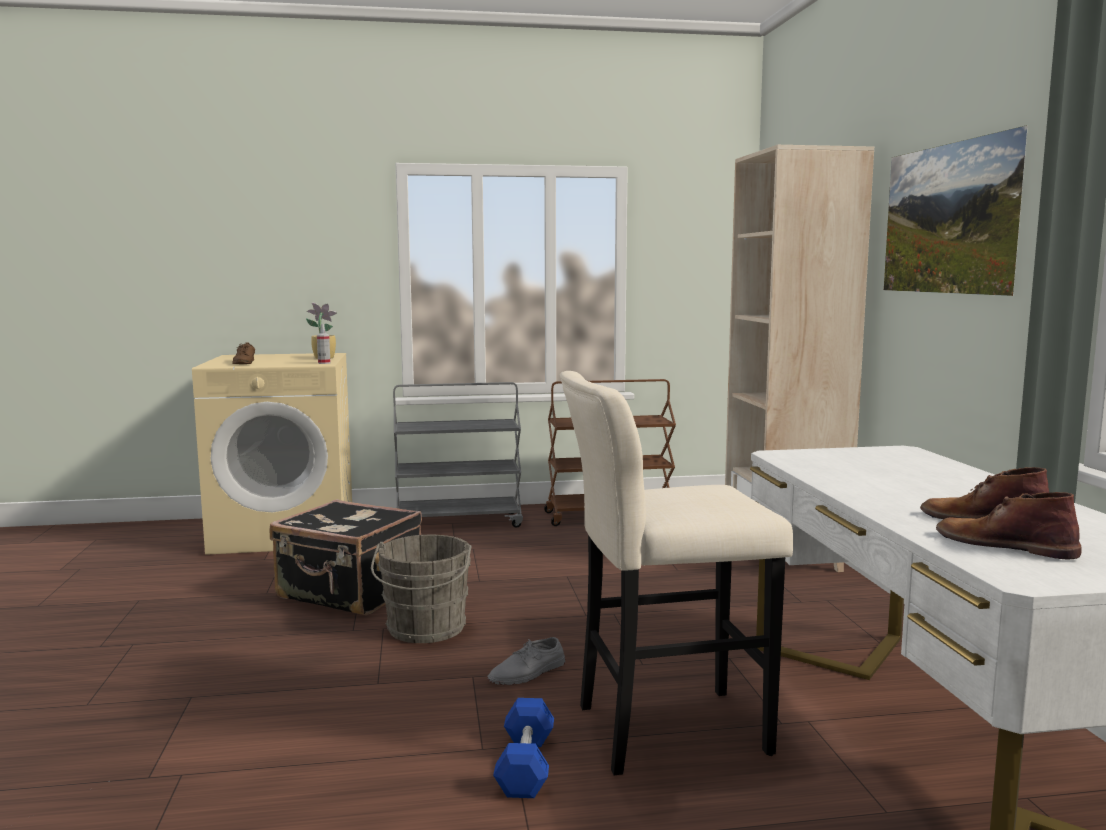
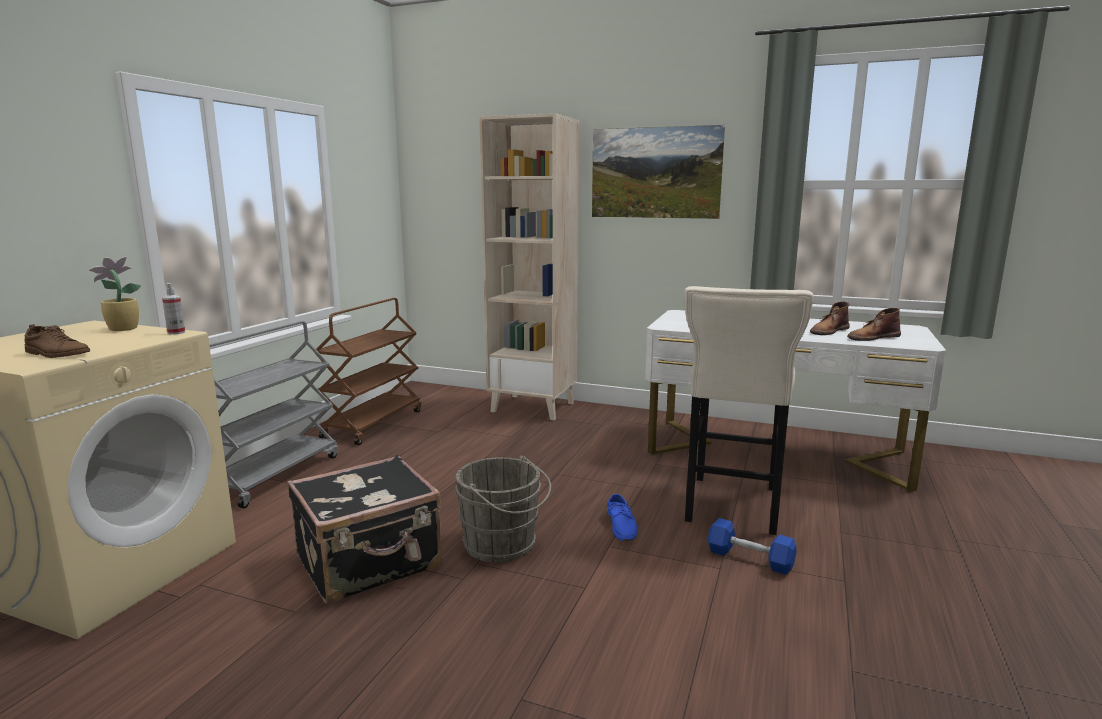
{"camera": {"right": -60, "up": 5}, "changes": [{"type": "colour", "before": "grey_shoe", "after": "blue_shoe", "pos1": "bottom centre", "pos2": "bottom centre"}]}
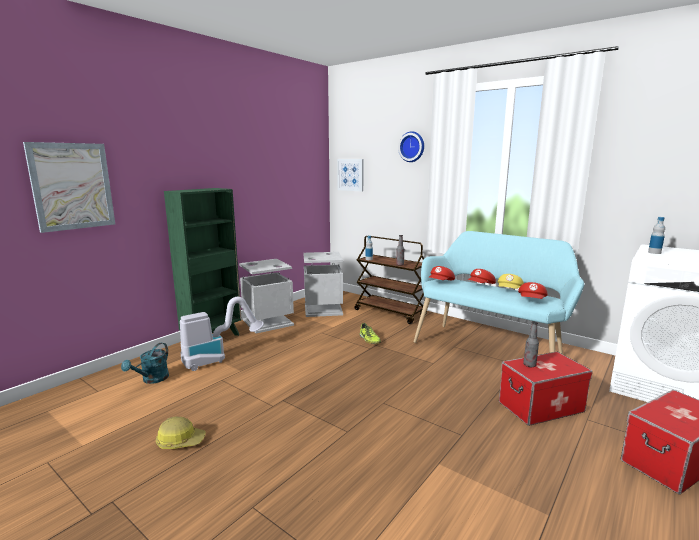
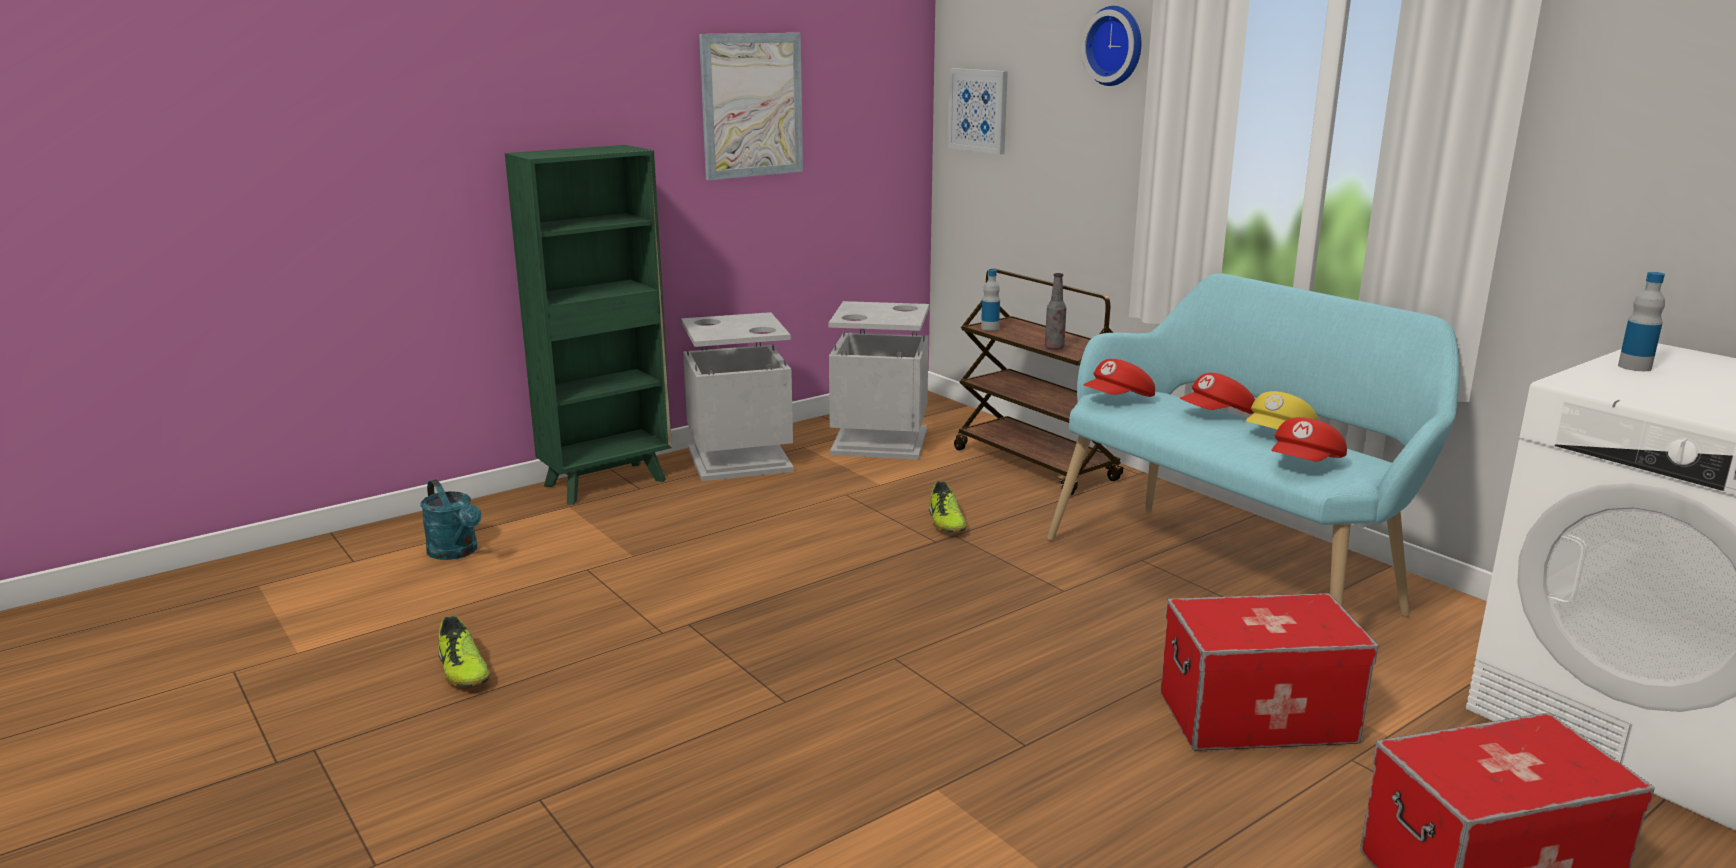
{"camera": {"right": 15, "up": 5}, "changes": [{"type": "relocated", "before": "picture (no. 1 from left)", "pos1": "middle left", "pos2": "top centre"}, {"type": "missing", "before": "vacuum_cleaner", "pos1": "middle left"}, {"type": "missing", "before": "bottle (no. 3 from left)", "pos1": "middle right"}, {"type": "spun", "before": "turquoise_watering_can", "pos1": "bottom left", "pos2": "middle left", "turn": -75}, {"type": "exchanged", "before": "hard_hat", "after": "shoe (no. 1 from left)", "pos1": "bottom left", "pos2": "bottom left"}]}
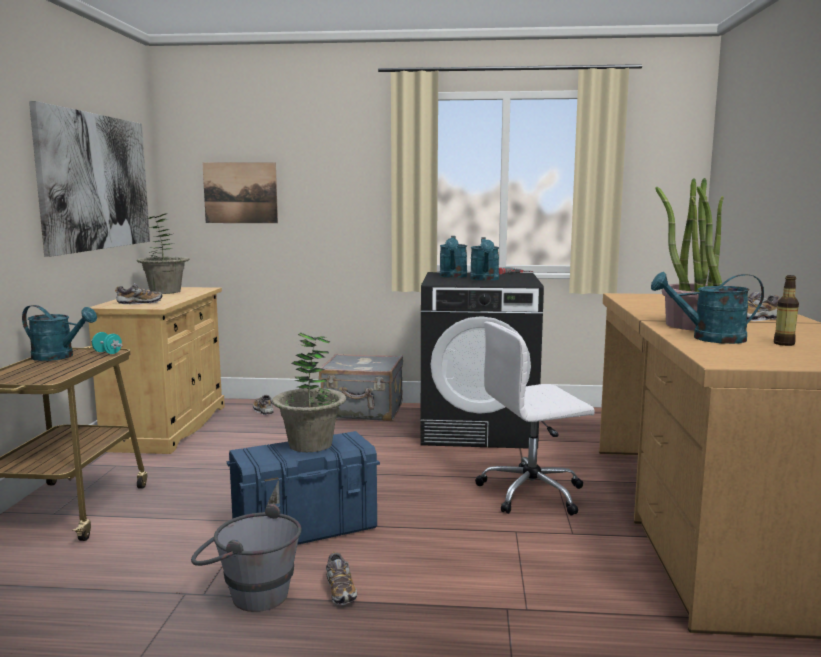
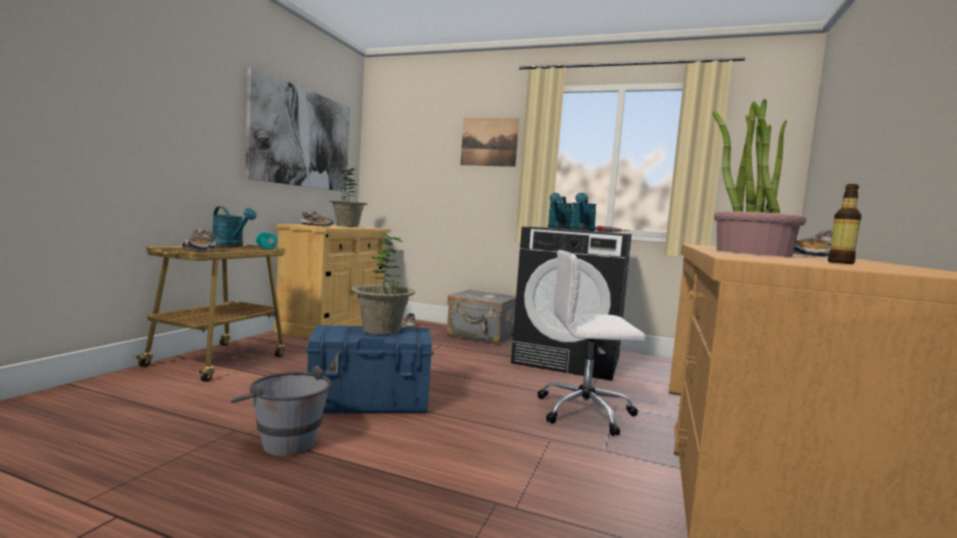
{"camera": {"right": 15, "up": -5}, "changes": [{"type": "relocated", "before": "picture (no. 2 from left)", "pos1": "top left", "pos2": "top centre"}, {"type": "missing", "before": "turquoise_watering_can (no. 4 from left)", "pos1": "middle right"}, {"type": "relocated", "before": "shoe (no. 3 from left in the first image)", "after": "shoe (no. 1 from left)", "pos1": "bottom centre", "pos2": "middle left"}]}
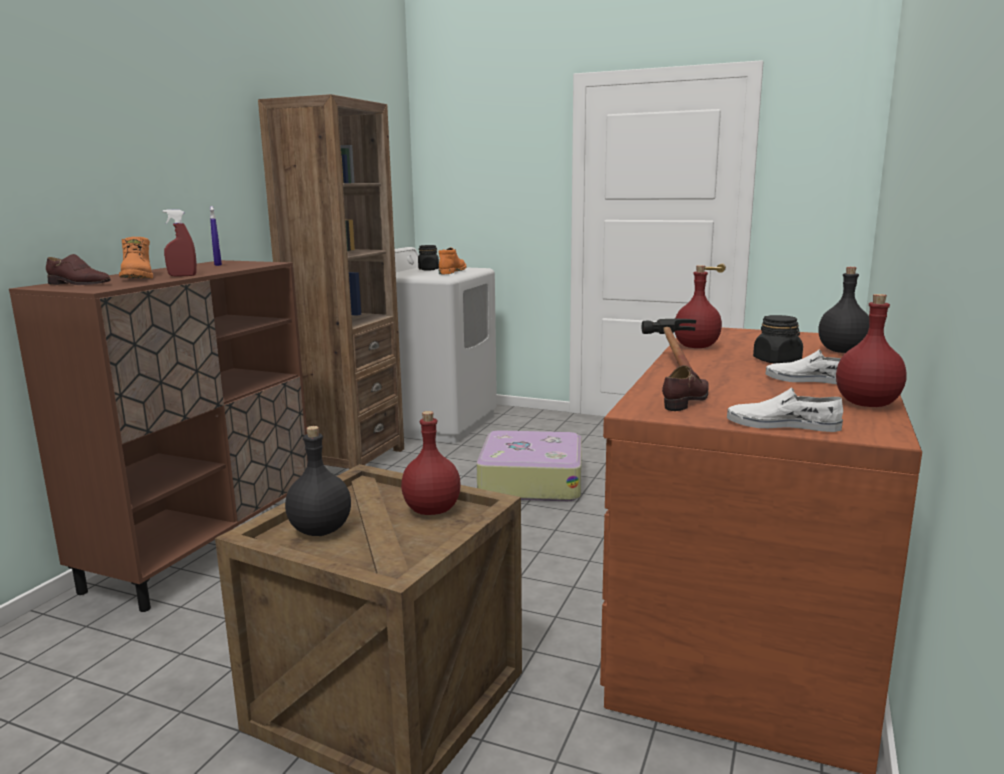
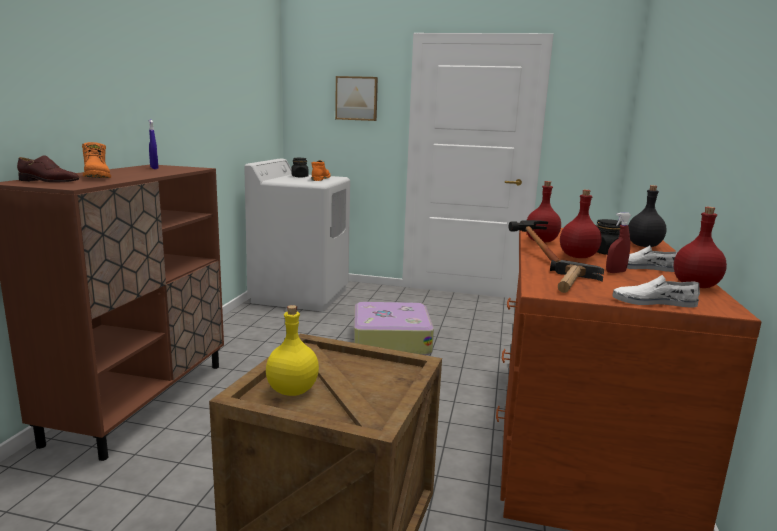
{"camera": {"right": -10, "up": 0}, "changes": [{"type": "missing", "before": "brown_bookcase", "pos1": "middle left"}, {"type": "relocated", "before": "red_spray_bottle", "pos1": "top left", "pos2": "middle right"}, {"type": "exchanged", "before": "brown_shoe (no. 2 from left)", "after": "hammer (no. 2 from left)", "pos1": "middle right", "pos2": "middle right"}, {"type": "relocated", "before": "red_bottle (no. 1 from left in the first image)", "after": "red_bottle (no. 2 from left)", "pos1": "centre", "pos2": "middle right"}, {"type": "colour", "before": "black_bottle (no. 1 from left)", "after": "yellow_bottle", "pos1": "middle left", "pos2": "centre"}, {"type": "appeared", "after": "picture", "pos2": "top centre"}]}
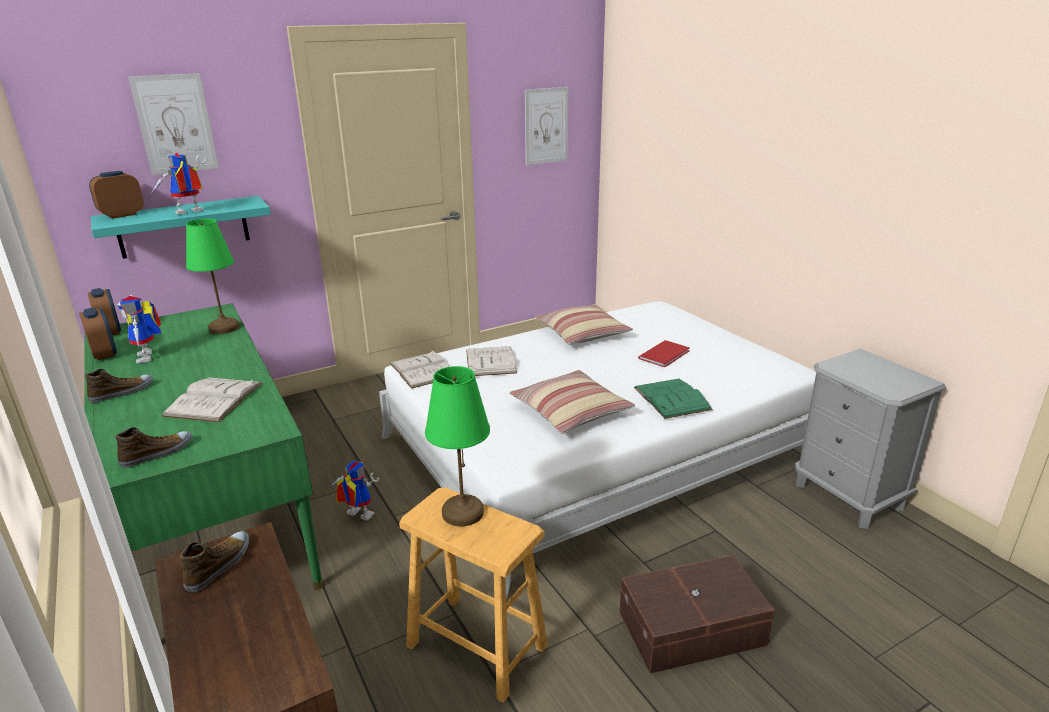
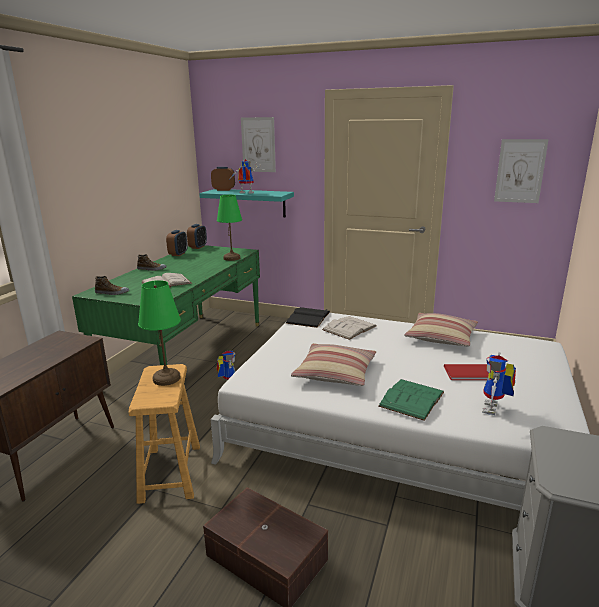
{"camera": {"right": 50, "up": -5}, "changes": [{"type": "relocated", "before": "toy_robot (no. 1 from left in the first image)", "after": "toy_robot (no. 3 from left)", "pos1": "middle left", "pos2": "middle right"}, {"type": "colour", "before": "white_book (no. 2 from left)", "after": "black_book", "pos1": "centre", "pos2": "centre"}, {"type": "missing", "before": "shoe (no. 3 from left)", "pos1": "bottom left"}]}
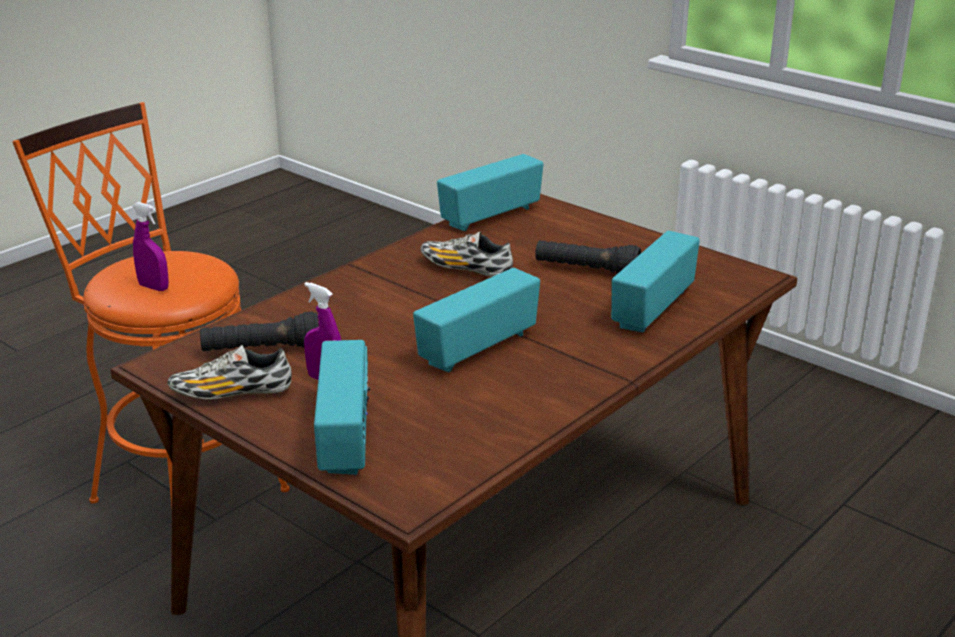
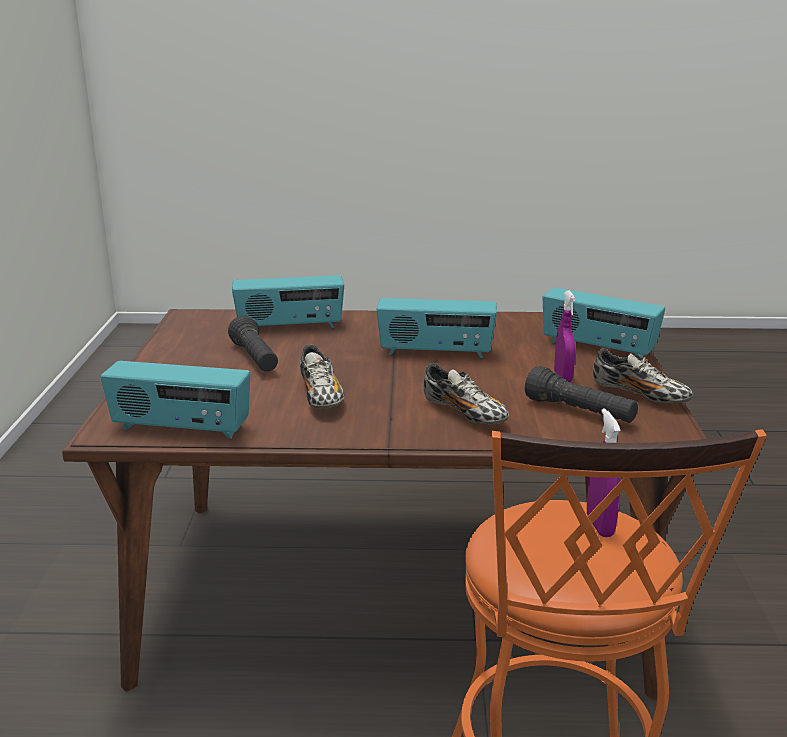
{"camera": {"right": -130, "up": -5}, "changes": [{"type": "spun", "before": "radio (no. 1 from left in the first image)", "pos1": "centre", "pos2": "middle right", "turn": -105}, {"type": "appeared", "after": "shoe (no. 2 from left)", "pos2": "centre"}]}
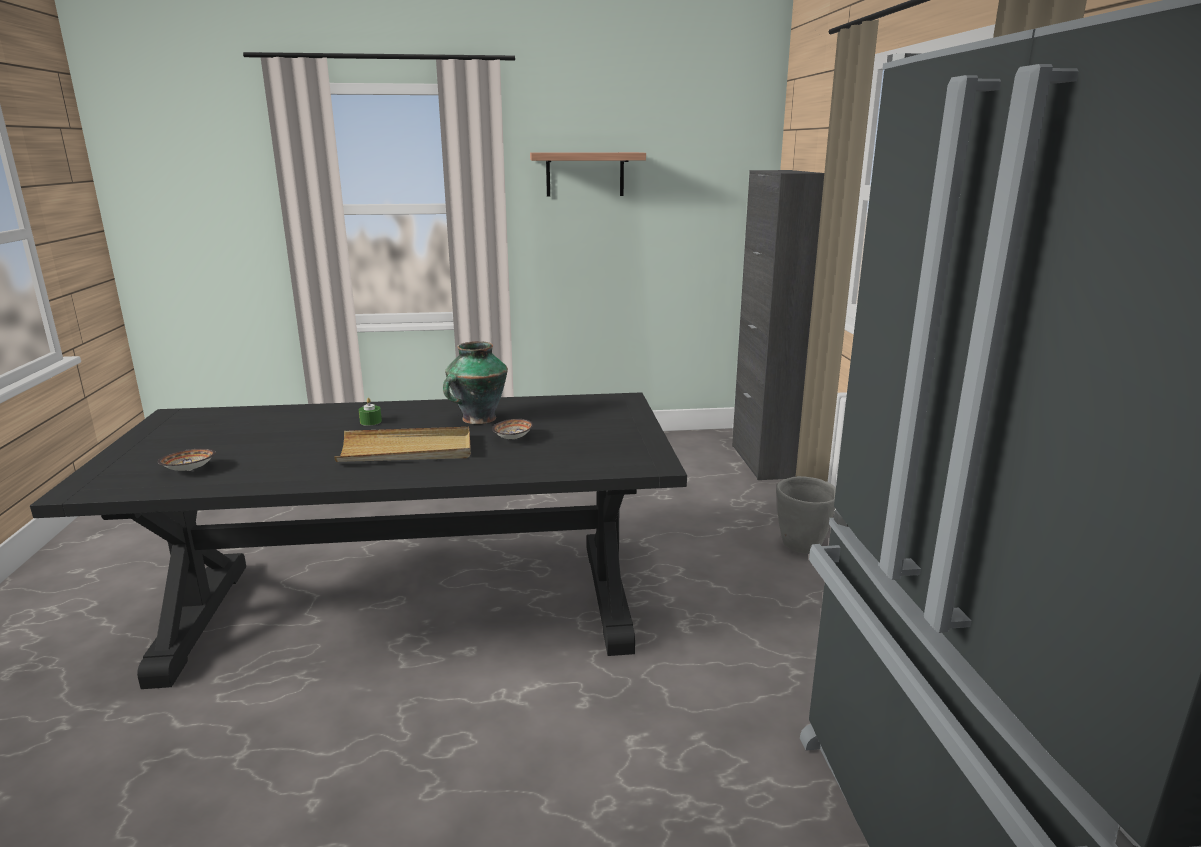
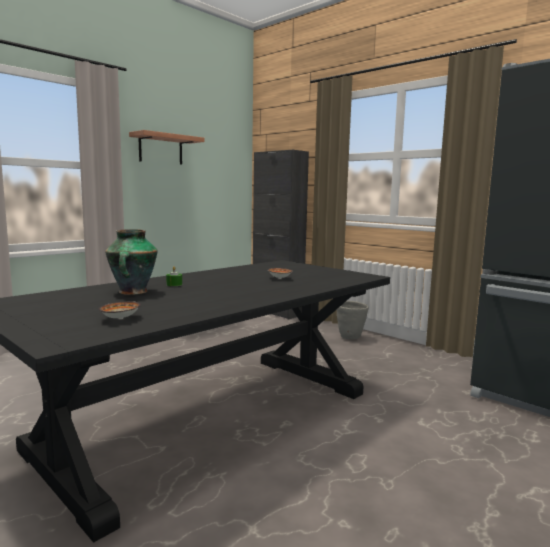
{"camera": {"right": -40, "up": -10}, "changes": [{"type": "relocated", "before": "vase", "pos1": "centre", "pos2": "middle left"}, {"type": "missing", "before": "beige_tray", "pos1": "centre"}]}
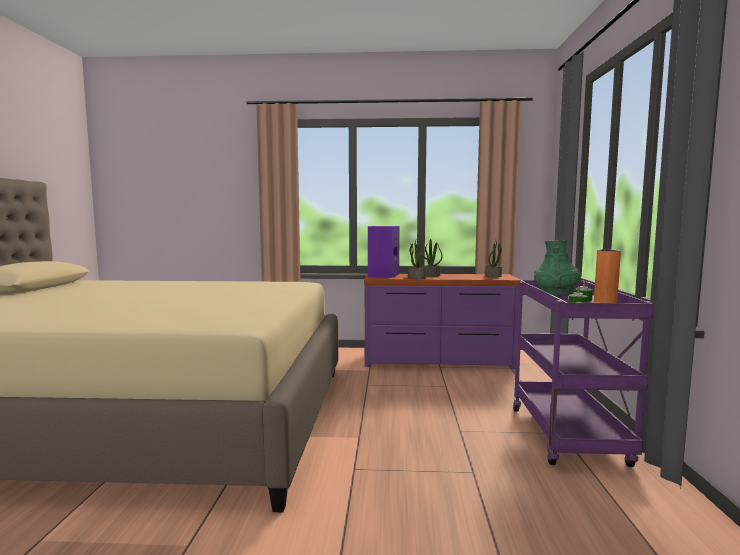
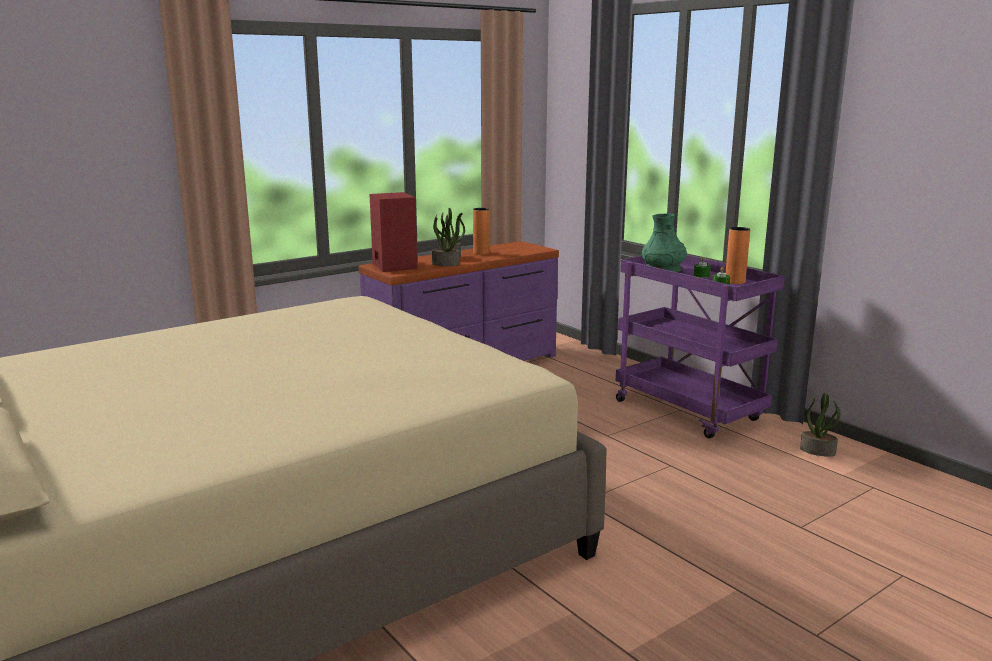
{"camera": {"right": -40, "up": 10}, "changes": [{"type": "colour", "before": "purple_speaker", "after": "red_speaker", "pos1": "centre", "pos2": "centre"}, {"type": "relocated", "before": "potted_plant (no. 3 from left)", "pos1": "centre", "pos2": "middle right"}, {"type": "appeared", "after": "orange_vase (no. 1 from left)", "pos2": "centre"}]}
